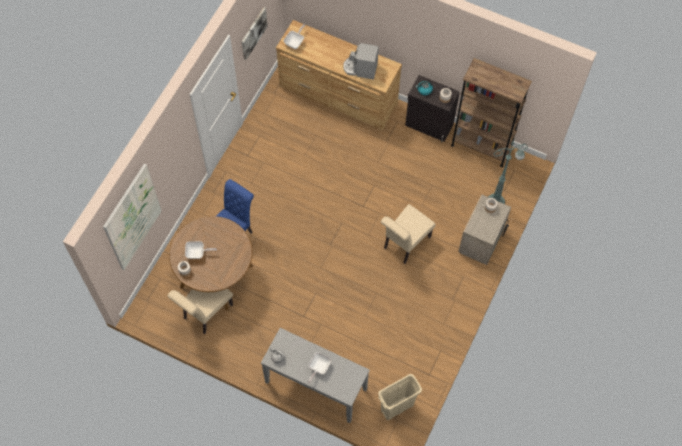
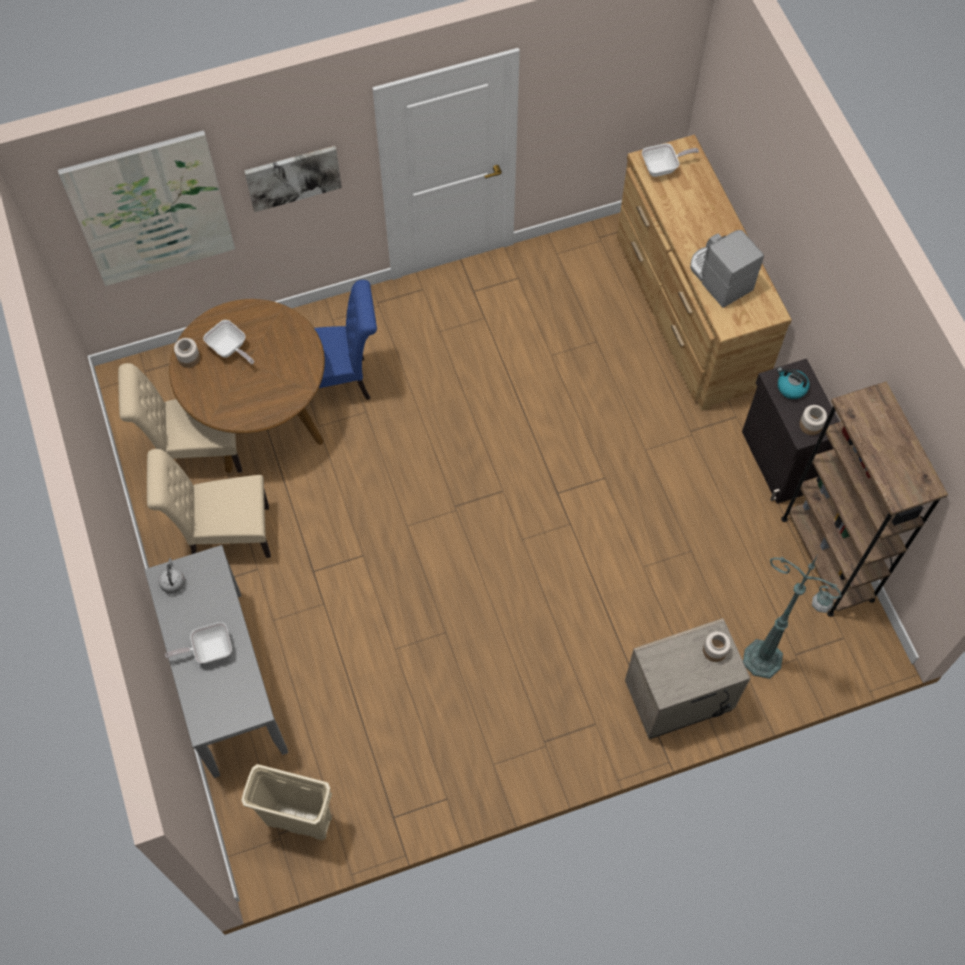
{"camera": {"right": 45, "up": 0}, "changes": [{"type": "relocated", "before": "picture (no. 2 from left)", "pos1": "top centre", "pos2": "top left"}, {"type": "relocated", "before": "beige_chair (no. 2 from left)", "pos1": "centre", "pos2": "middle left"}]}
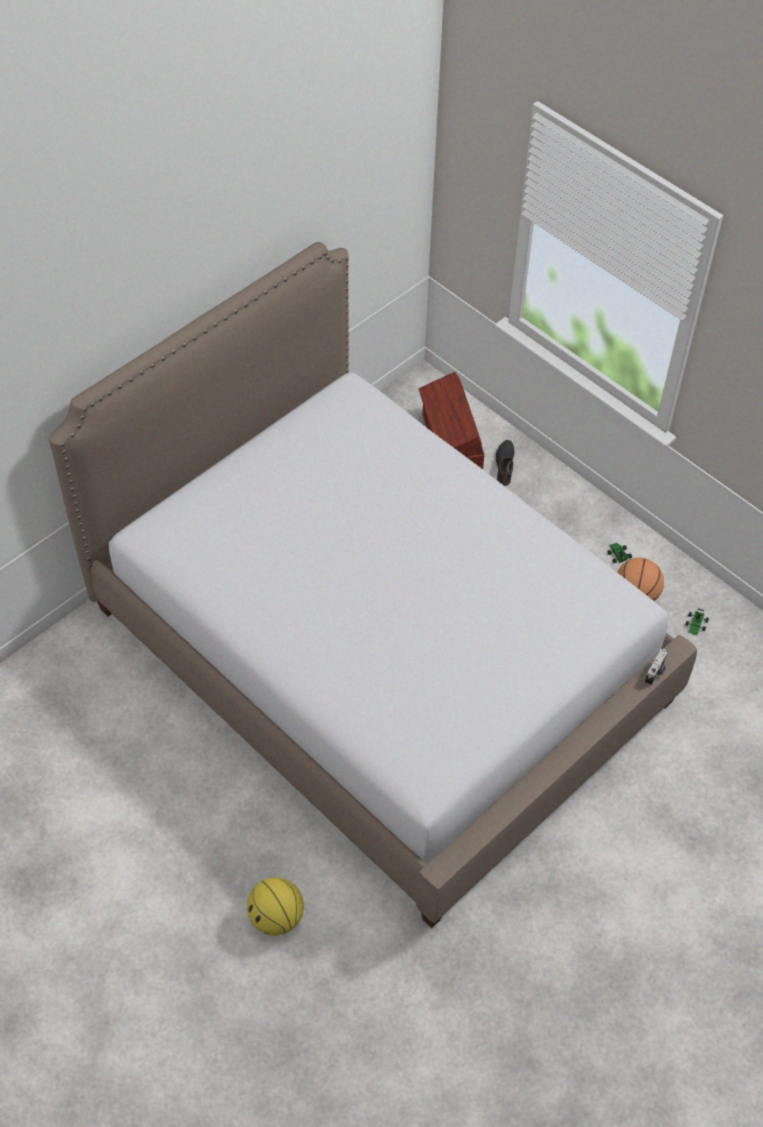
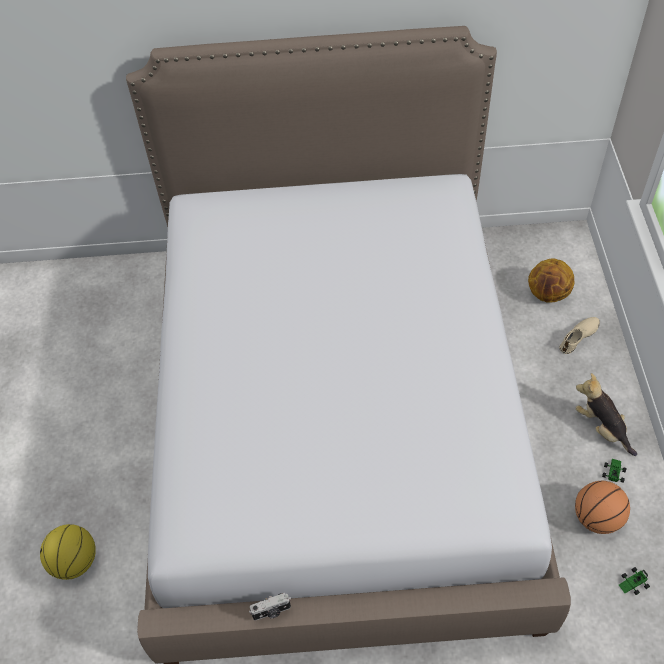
{"camera": {"right": 45, "up": 0}, "changes": [{"type": "exchanged", "before": "brown_storage_box", "after": "basketball (no. 2 from left)", "pos1": "centre", "pos2": "middle right"}, {"type": "colour", "before": "black_shoe", "after": "beige_shoe", "pos1": "centre", "pos2": "middle right"}, {"type": "relocated", "before": "photo_camera", "pos1": "middle right", "pos2": "bottom centre"}, {"type": "appeared", "after": "plush_toy", "pos2": "middle right"}]}
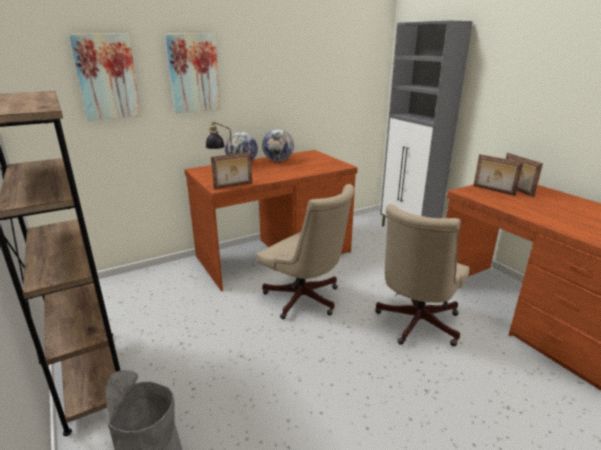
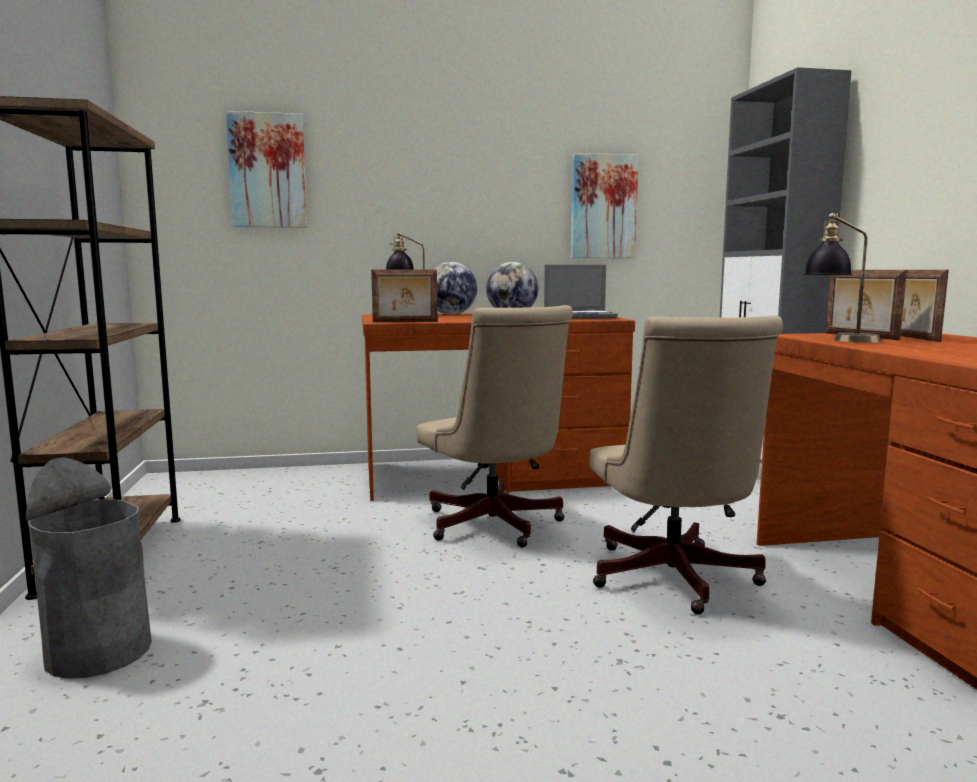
{"camera": {"right": 20, "up": -15}, "changes": [{"type": "relocated", "before": "picture (no. 2 from left)", "pos1": "top left", "pos2": "top centre"}, {"type": "spun", "before": "beige_office_chair (no. 2 from left)", "pos1": "middle right", "pos2": "middle right", "turn": -60}, {"type": "appeared", "after": "table_lamp (no. 2 from left)", "pos2": "middle right"}, {"type": "appeared", "after": "laptop", "pos2": "centre"}]}
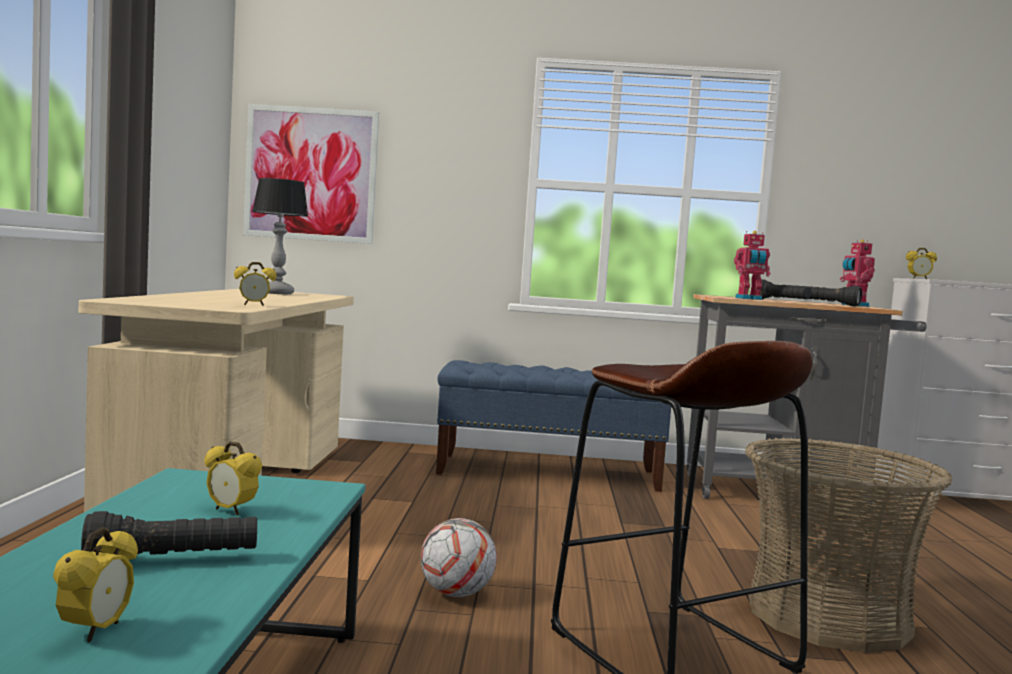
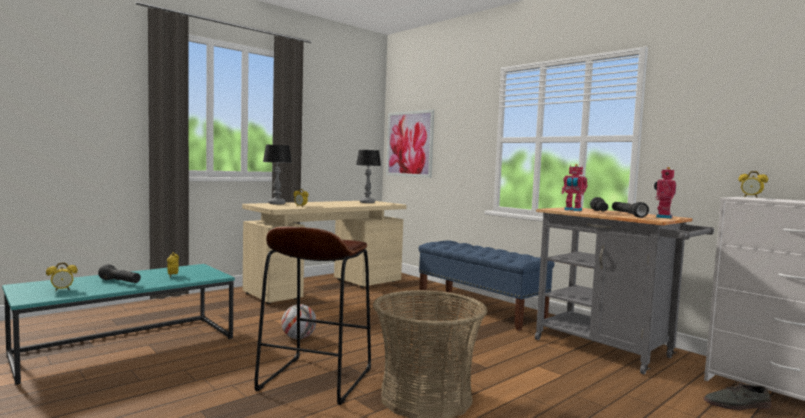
{"camera": {"right": 45, "up": 0}, "changes": [{"type": "appeared", "after": "table_lamp (no. 1 from left)", "pos2": "centre"}, {"type": "appeared", "after": "grey_shoe", "pos2": "bottom right"}]}
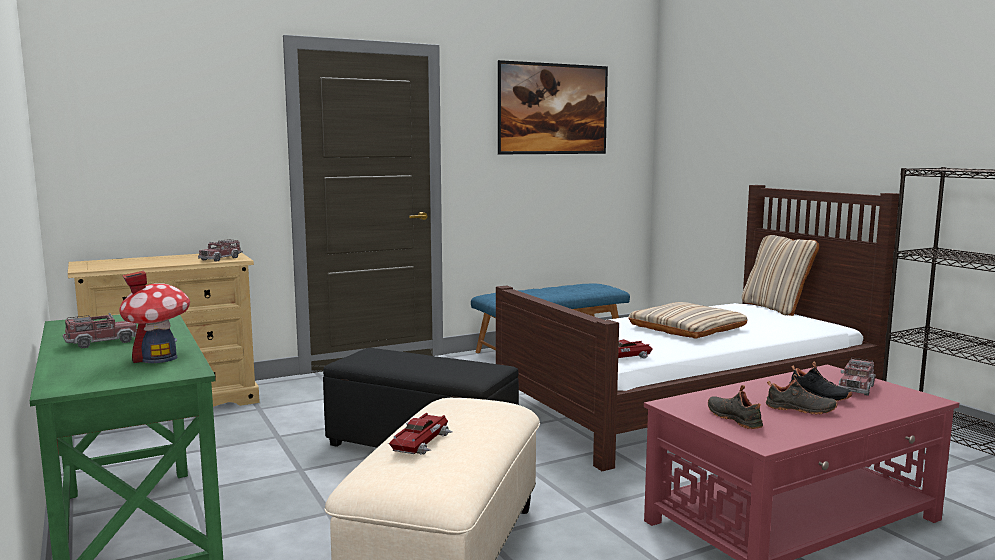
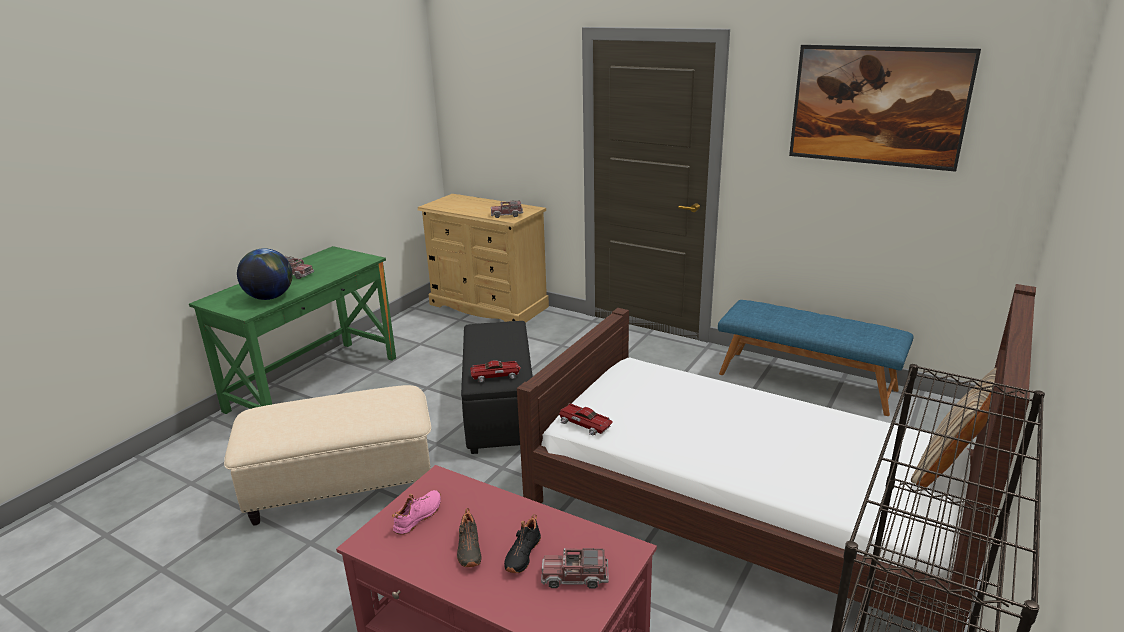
{"camera": {"right": 60, "up": 15}, "changes": [{"type": "exchanged", "before": "toy_house", "after": "globe", "pos1": "middle left", "pos2": "middle left"}, {"type": "missing", "before": "beige_pillow (no. 1 from left)", "pos1": "middle right"}, {"type": "colour", "before": "black_shoe (no. 1 from left)", "after": "pink_shoe", "pos1": "bottom right", "pos2": "bottom centre"}, {"type": "relocated", "before": "toy_car (no. 1 from left)", "pos1": "bottom centre", "pos2": "centre"}]}
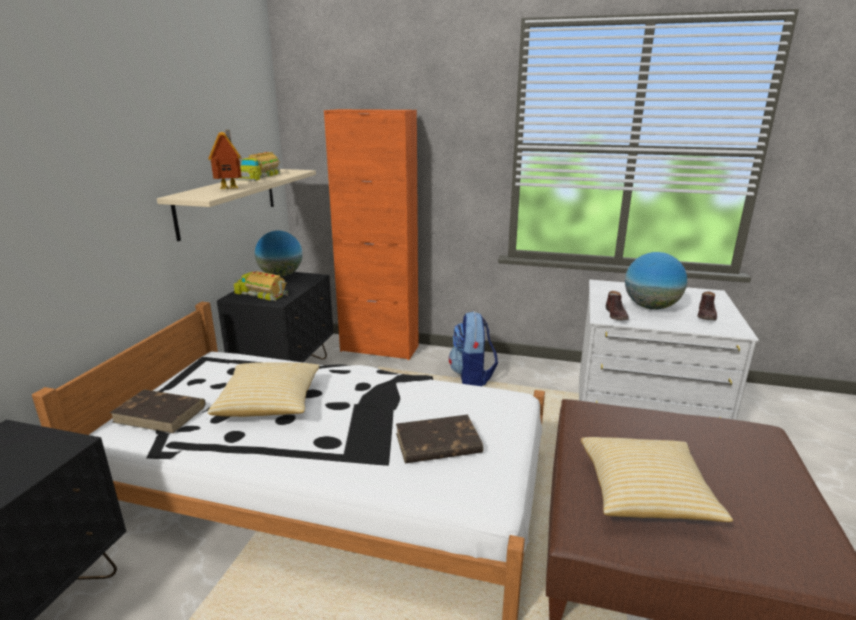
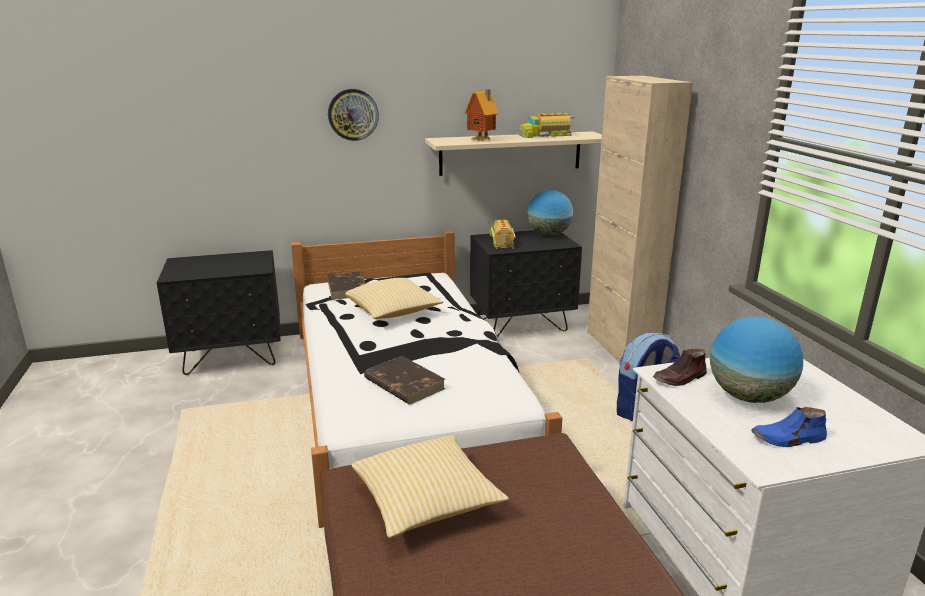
{"camera": {"right": 60, "up": 0}, "changes": [{"type": "colour", "before": "orange_cabinet", "after": "beige_cabinet", "pos1": "centre", "pos2": "middle right"}, {"type": "colour", "before": "brown_shoe (no. 2 from left)", "after": "blue_shoe", "pos1": "middle right", "pos2": "bottom right"}, {"type": "appeared", "after": "wall_clock", "pos2": "top centre"}]}
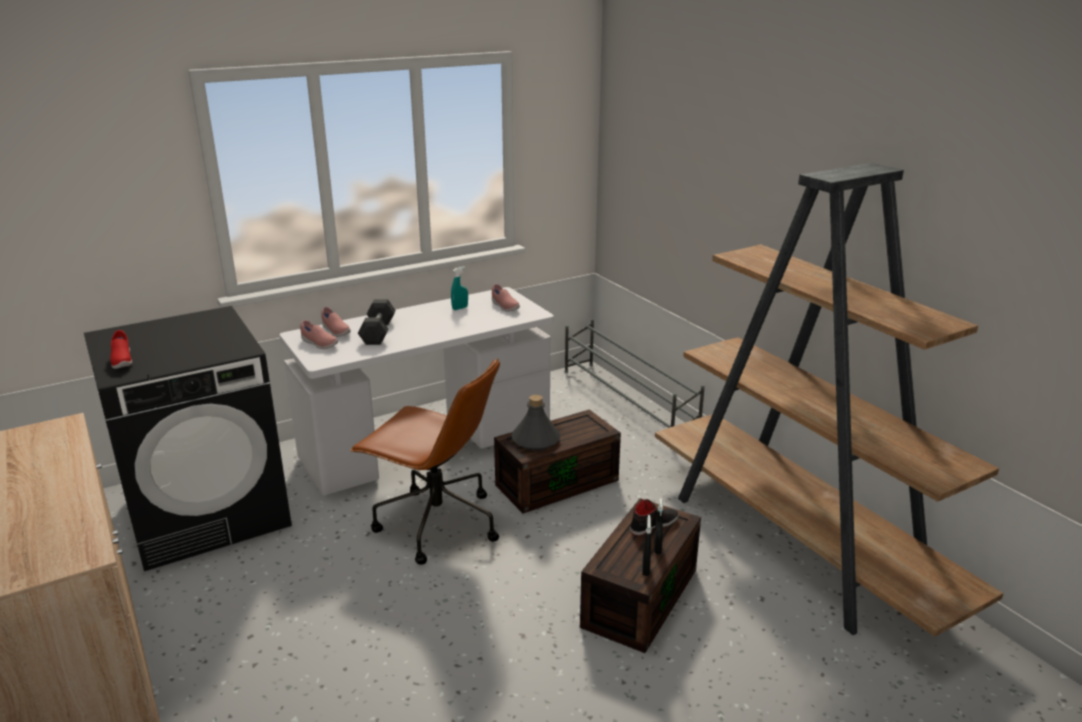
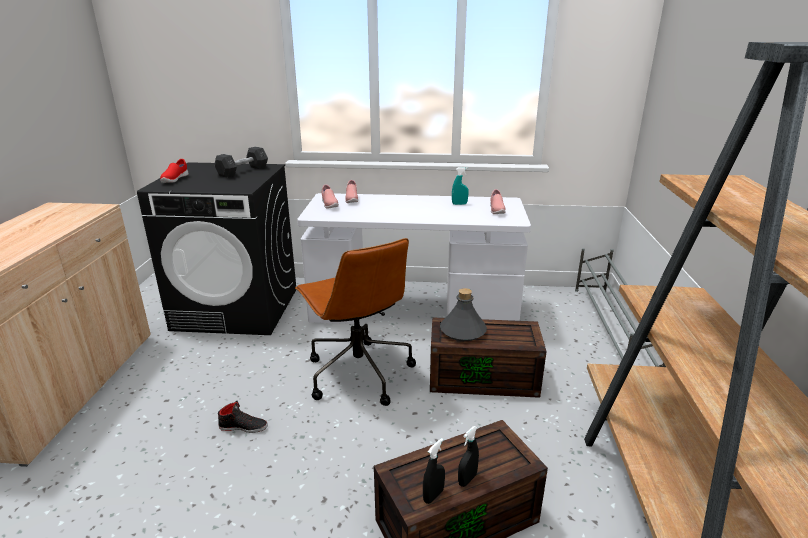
{"camera": {"right": 35, "up": 0}, "changes": [{"type": "relocated", "before": "grey_dumbbell", "pos1": "centre", "pos2": "top left"}, {"type": "relocated", "before": "black_shoe", "pos1": "bottom centre", "pos2": "bottom left"}]}
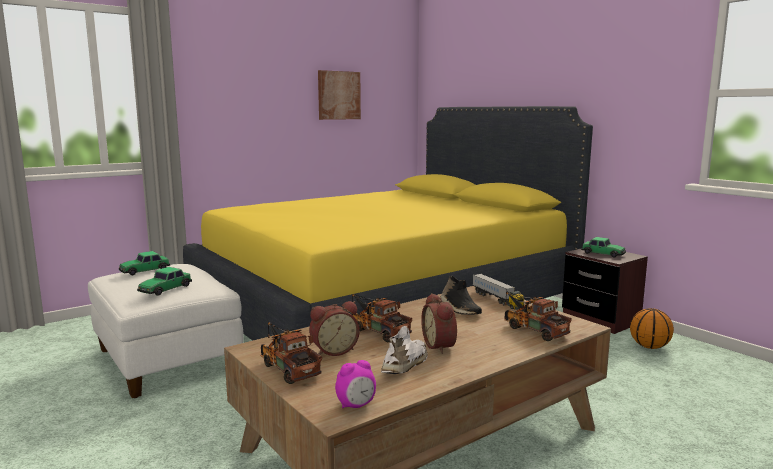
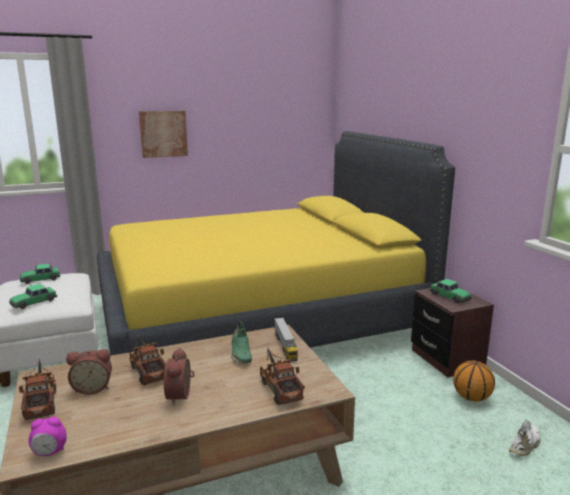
{"camera": {"right": 15, "up": 5}, "changes": [{"type": "relocated", "before": "picture", "pos1": "top centre", "pos2": "top left"}, {"type": "colour", "before": "black_shoe", "after": "green_shoe", "pos1": "centre", "pos2": "bottom centre"}, {"type": "relocated", "before": "white_shoe", "pos1": "bottom centre", "pos2": "bottom right"}]}
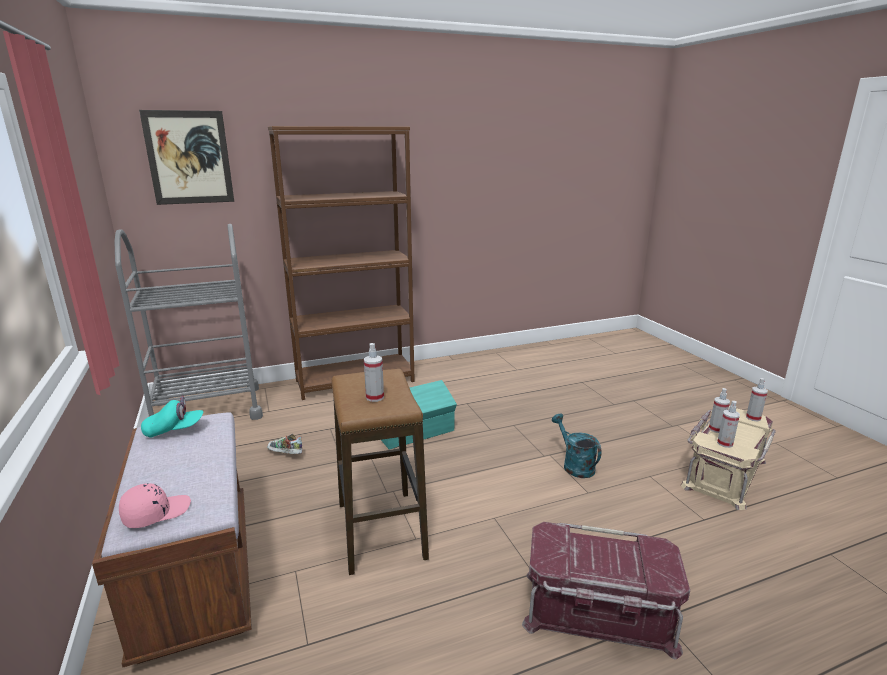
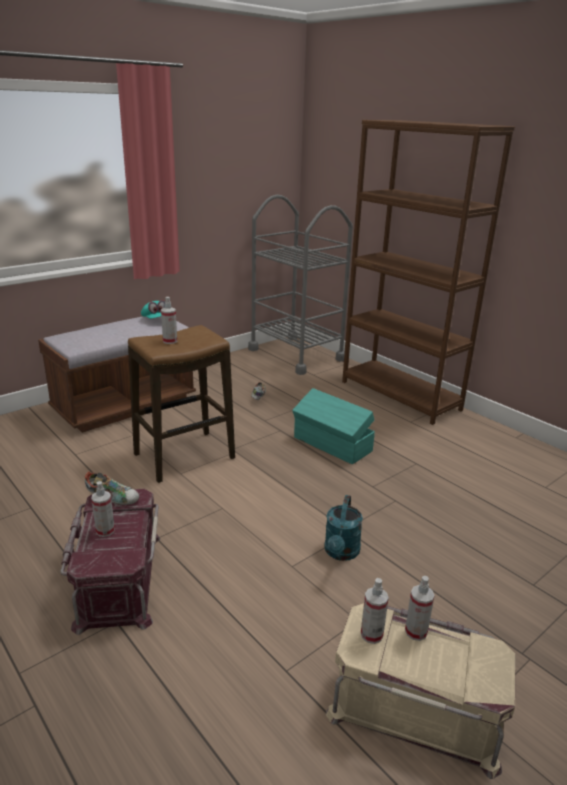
{"camera": {"right": 70, "up": 5}, "changes": [{"type": "missing", "before": "picture", "pos1": "top left"}, {"type": "relocated", "before": "spray_bottle (no. 4 from left in the first image)", "after": "spray_bottle (no. 1 from left)", "pos1": "middle right", "pos2": "middle left"}, {"type": "spun", "before": "turquoise_watering_can", "pos1": "centre", "pos2": "bottom centre", "turn": 150}, {"type": "missing", "before": "pink_cap", "pos1": "bottom left"}, {"type": "appeared", "after": "shoe (no. 1 from left)", "pos2": "middle left"}]}
